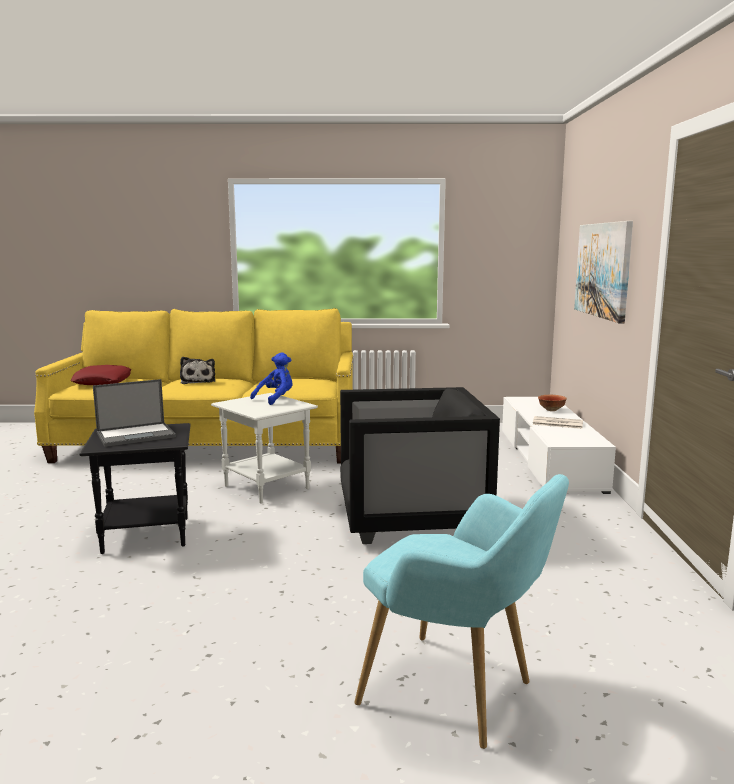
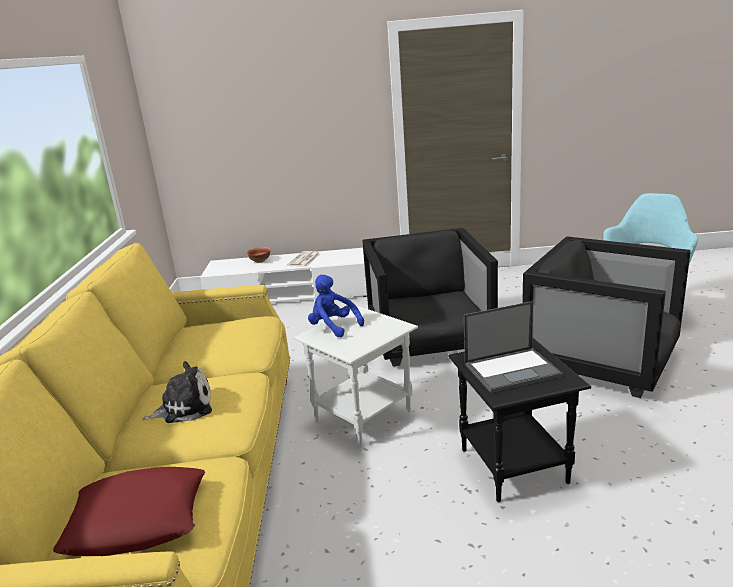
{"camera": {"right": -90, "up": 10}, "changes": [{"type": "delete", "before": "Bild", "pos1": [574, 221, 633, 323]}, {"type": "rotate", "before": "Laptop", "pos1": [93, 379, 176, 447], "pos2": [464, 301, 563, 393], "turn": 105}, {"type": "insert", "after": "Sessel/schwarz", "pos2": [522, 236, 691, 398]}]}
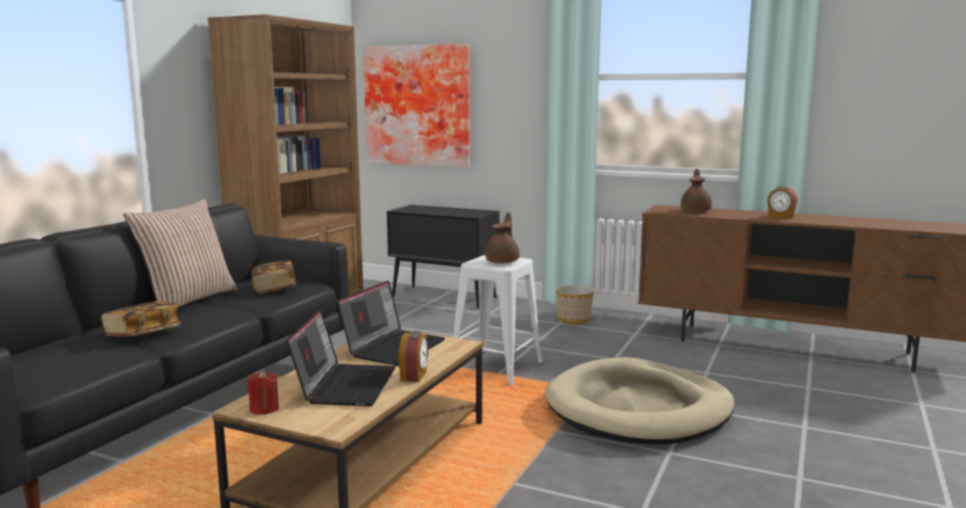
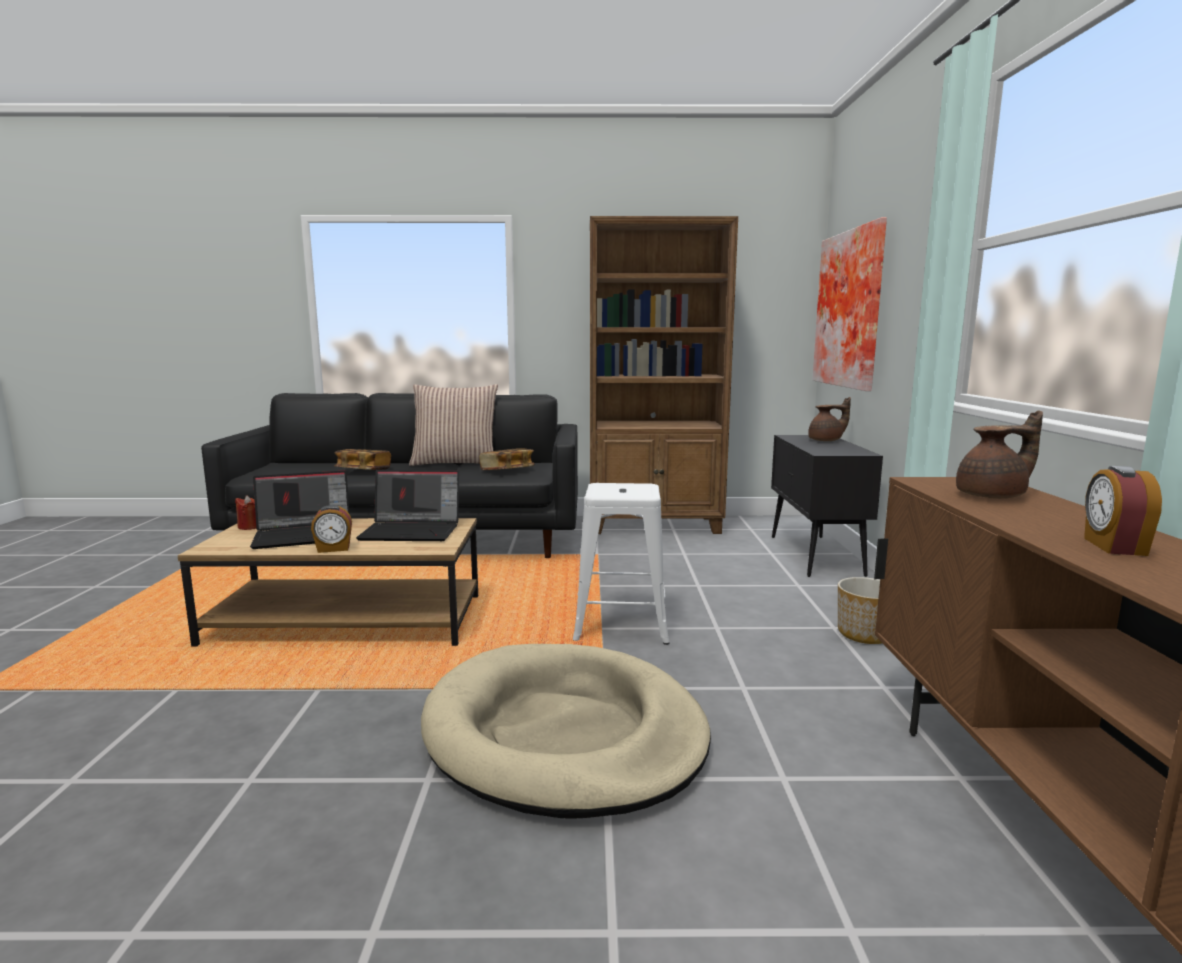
{"camera": {"right": 65, "up": 0}, "changes": [{"type": "move", "before": "Teekanne/braun", "pos1": [485, 212, 520, 264], "pos2": [808, 397, 851, 441]}]}
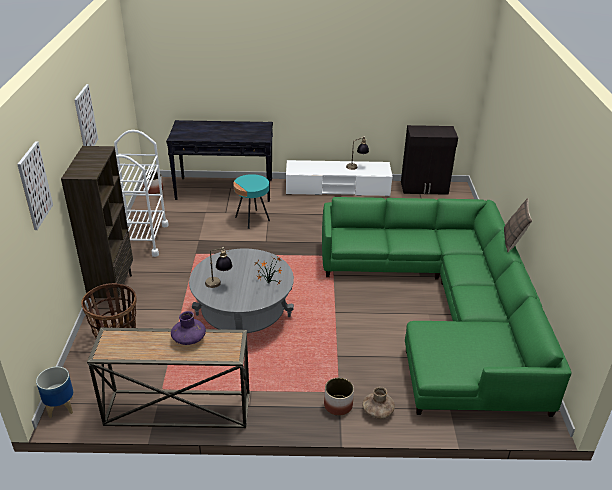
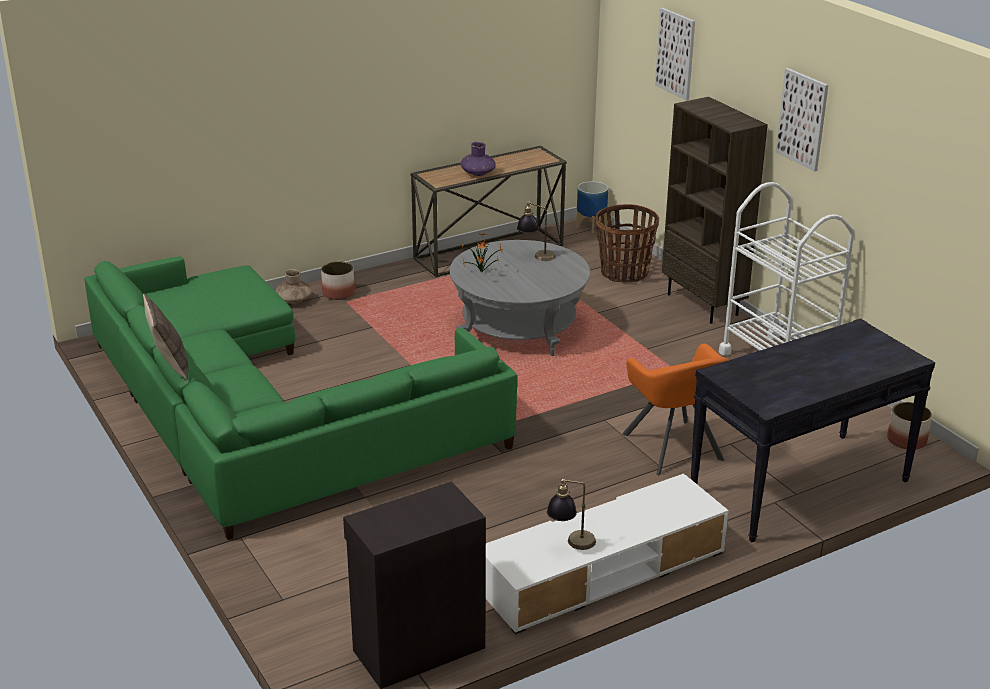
{"camera": {"right": 150, "up": -5}, "changes": [{"type": "replace", "before": "Beistelltisch/türkis", "after": "Sessel/orange", "pos1": [233, 174, 270, 229], "pos2": [622, 344, 729, 476]}]}
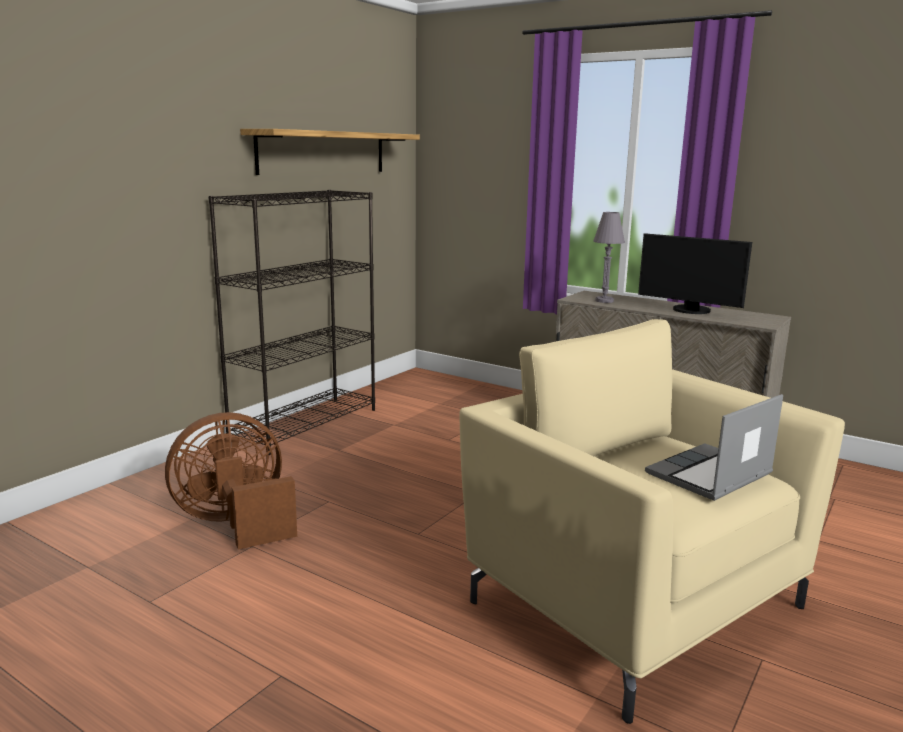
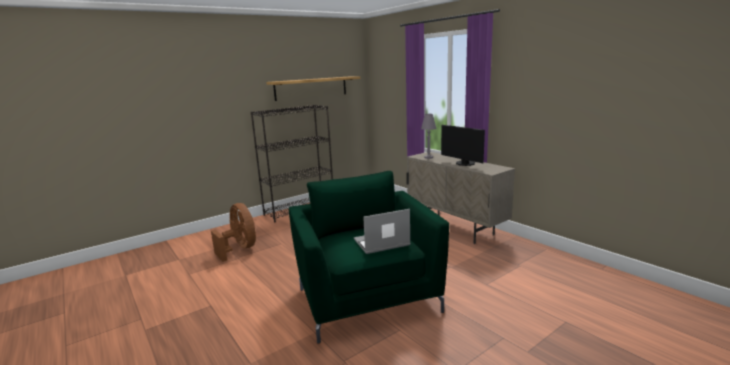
{"camera": {"right": 20, "up": 0}, "changes": [{"type": "recolor", "before": "Sessel/beige", "after": "Sessel/grün", "pos1": [459, 319, 845, 724], "pos2": [289, 171, 449, 344]}, {"type": "rotate", "before": "Ventilator/braun", "pos1": [165, 412, 297, 549], "pos2": [211, 203, 256, 262], "turn": 60}]}
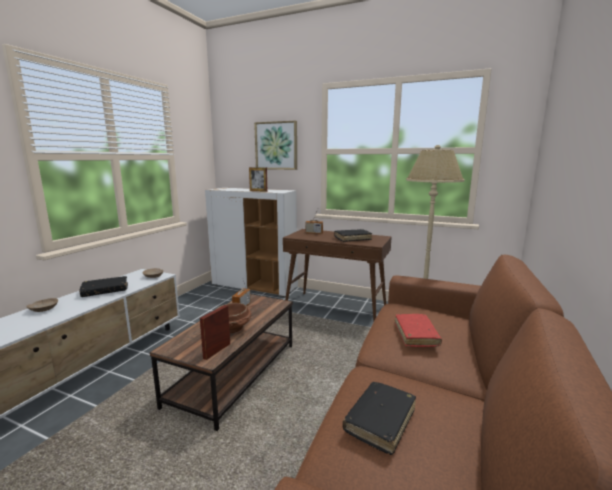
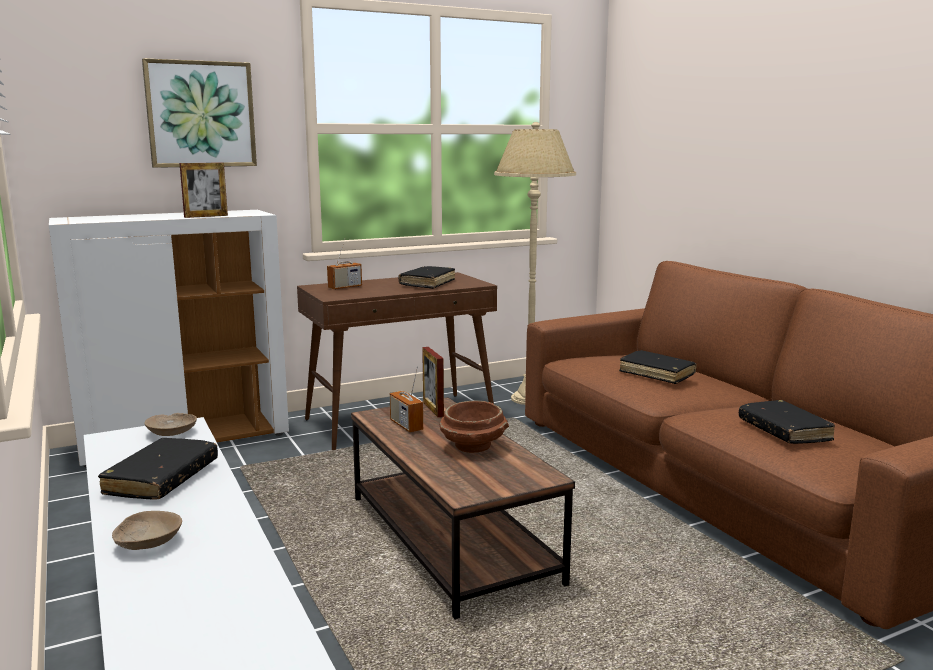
{"camera": {"right": -50, "up": 0}, "changes": [{"type": "move", "before": "Bilderrahmen", "pos1": [200, 305, 230, 360], "pos2": [422, 347, 444, 417]}, {"type": "recolor", "before": "Buch/rot", "after": "Buch/schwarz", "pos1": [395, 314, 442, 347], "pos2": [619, 350, 697, 384]}]}
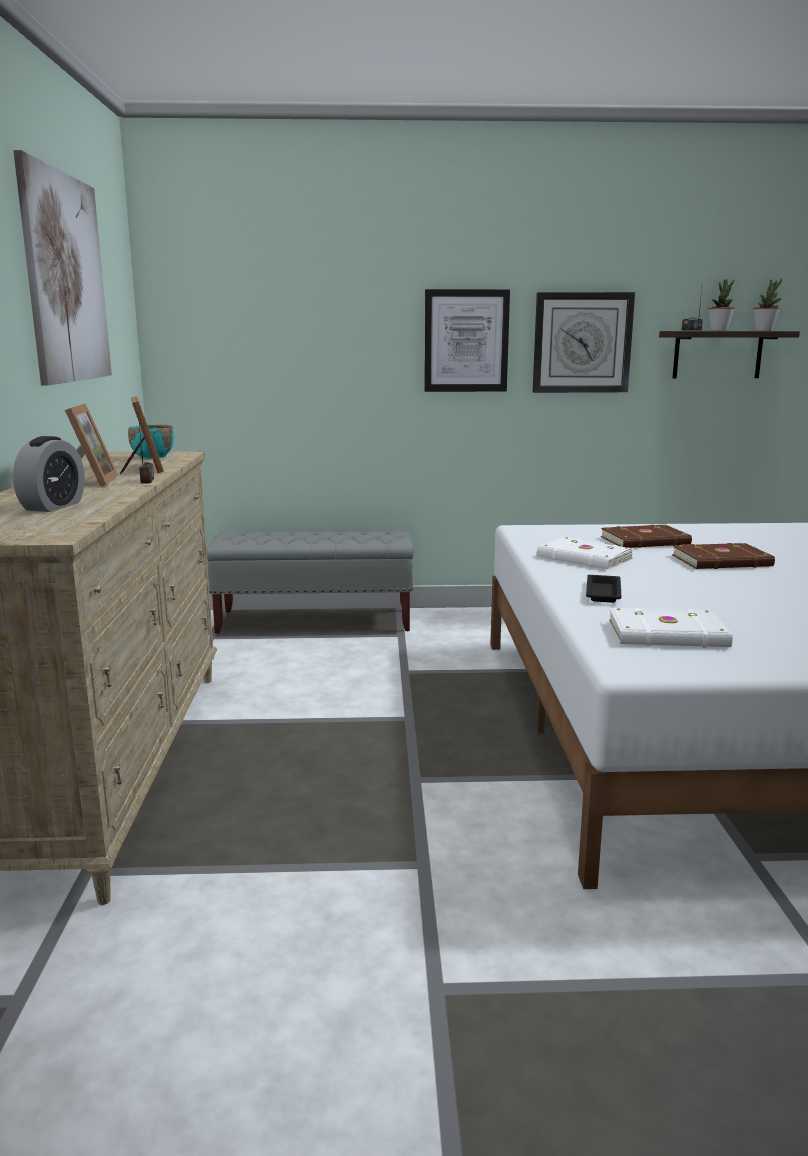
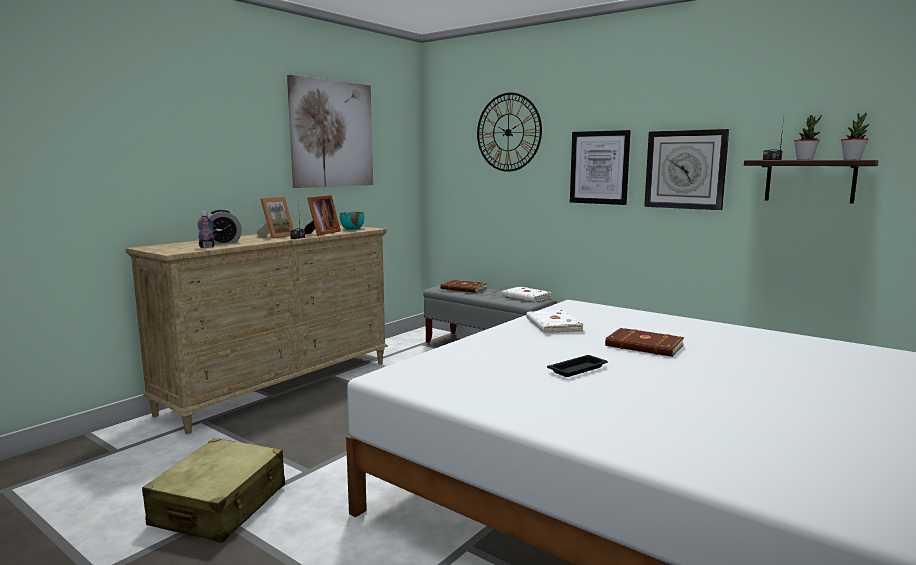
{"camera": {"right": 40, "up": -5}, "changes": [{"type": "move", "before": "Buch/braun", "pos1": [601, 524, 692, 548], "pos2": [440, 280, 487, 293]}, {"type": "move", "before": "Tablett/schwarz", "pos1": [586, 575, 621, 603], "pos2": [547, 355, 608, 377]}, {"type": "move", "before": "Buch/weiß", "pos1": [609, 608, 733, 647], "pos2": [501, 286, 552, 302]}, {"type": "insert", "after": "Wanduhr", "pos2": [477, 93, 542, 172]}, {"type": "insert", "after": "Flasche", "pos2": [197, 212, 215, 248]}, {"type": "insert", "after": "Koffer/beige", "pos2": [142, 438, 285, 543]}]}
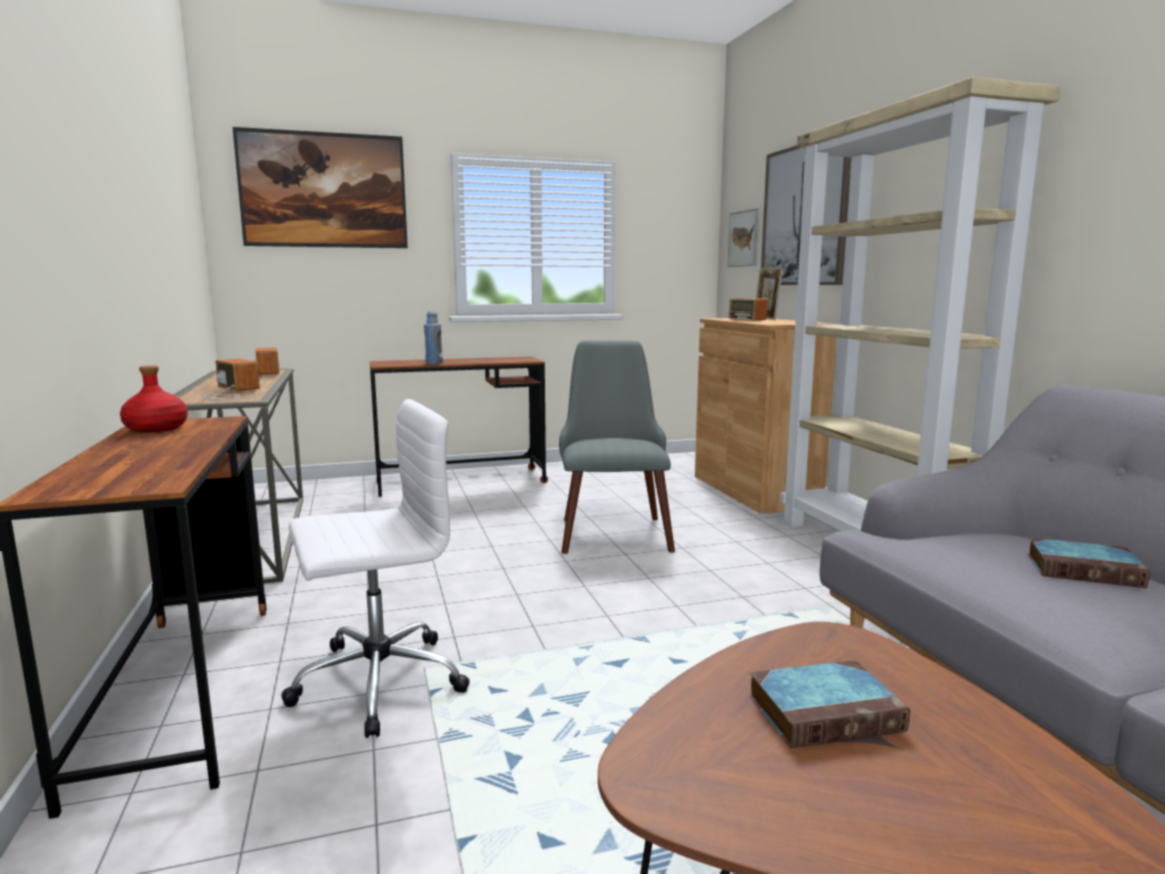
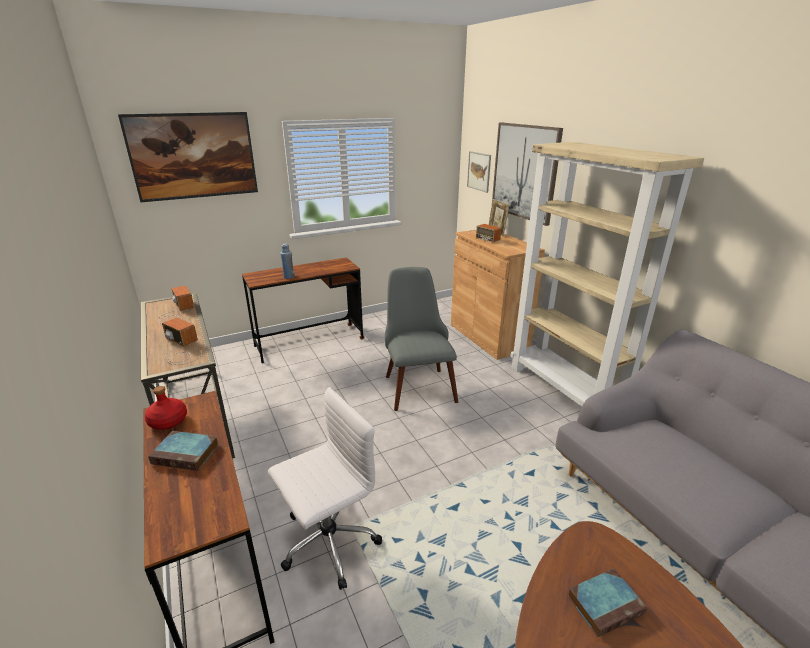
{"camera": {"right": -10, "up": 15}, "changes": [{"type": "move", "before": "Buch", "pos1": [1027, 537, 1150, 588], "pos2": [148, 431, 219, 471]}]}
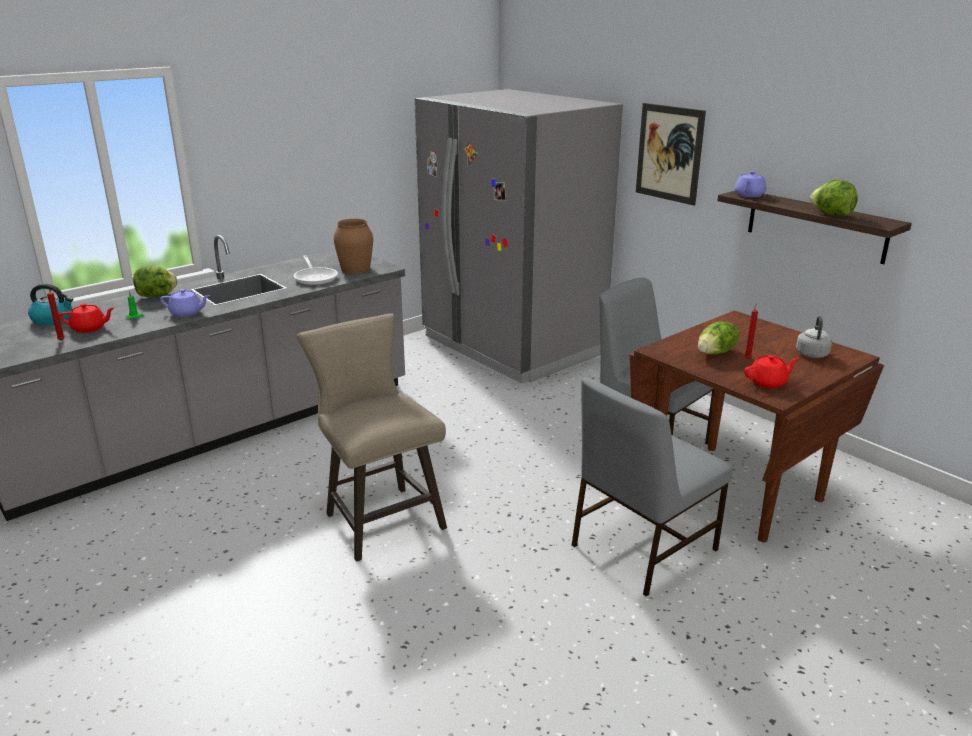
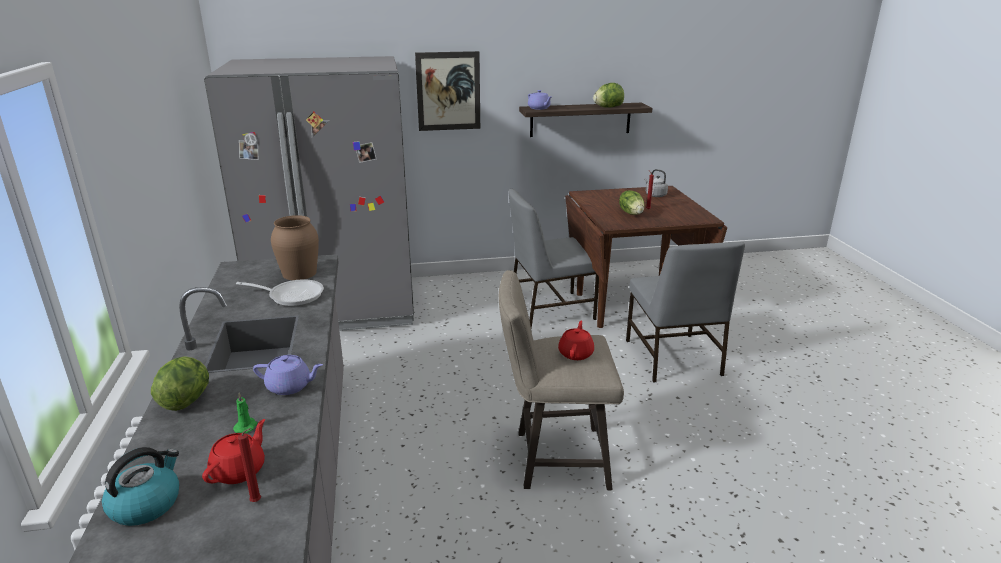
{"camera": {"right": -60, "up": 0}, "changes": [{"type": "rotate", "before": "Teekanne/lila", "pos1": [160, 289, 210, 317], "pos2": [253, 355, 323, 395], "turn": 60}, {"type": "move", "before": "Teekanne/rot", "pos1": [744, 355, 799, 388], "pos2": [558, 320, 594, 360]}]}
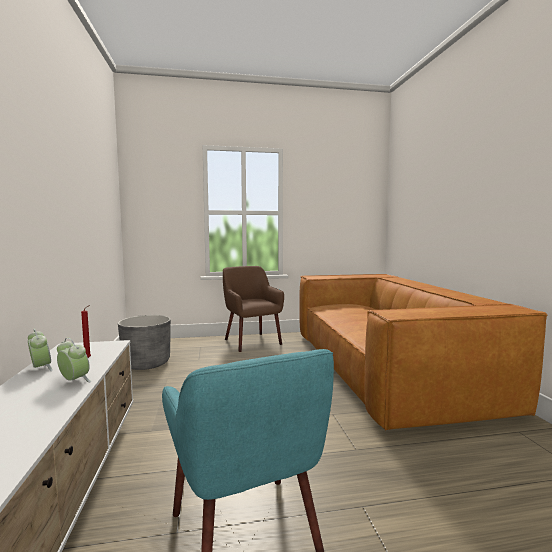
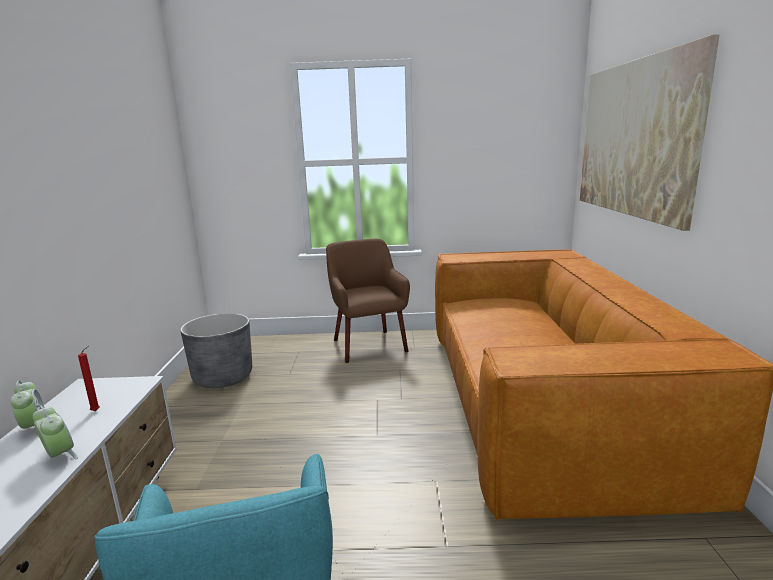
{"camera": {"right": 10, "up": 10}, "changes": [{"type": "insert", "after": "Bild", "pos2": [580, 34, 720, 231]}]}
